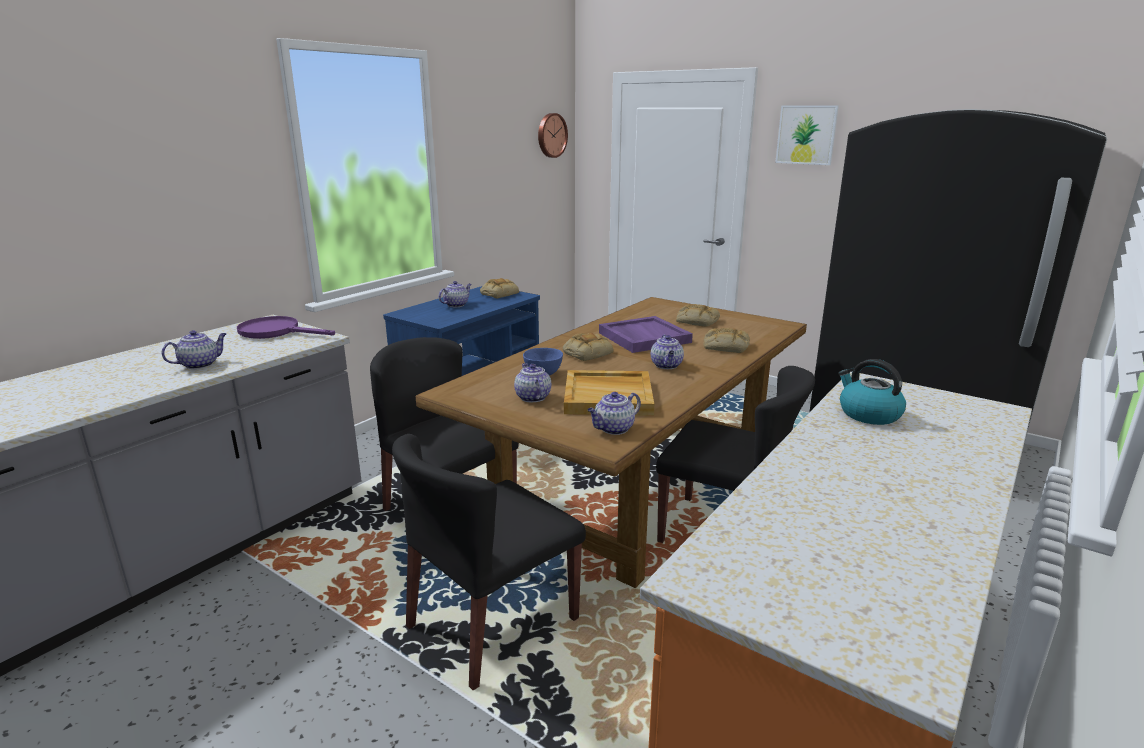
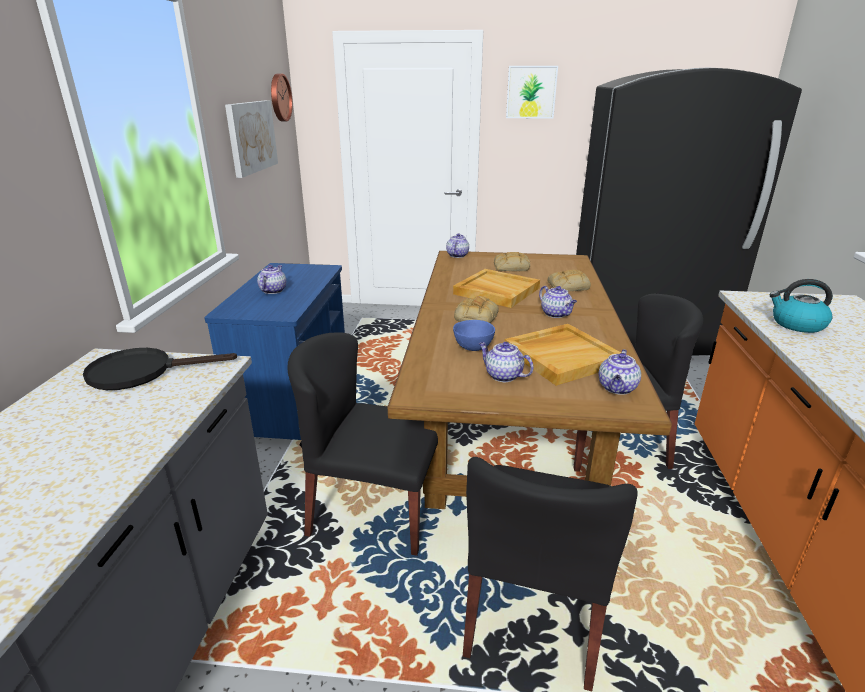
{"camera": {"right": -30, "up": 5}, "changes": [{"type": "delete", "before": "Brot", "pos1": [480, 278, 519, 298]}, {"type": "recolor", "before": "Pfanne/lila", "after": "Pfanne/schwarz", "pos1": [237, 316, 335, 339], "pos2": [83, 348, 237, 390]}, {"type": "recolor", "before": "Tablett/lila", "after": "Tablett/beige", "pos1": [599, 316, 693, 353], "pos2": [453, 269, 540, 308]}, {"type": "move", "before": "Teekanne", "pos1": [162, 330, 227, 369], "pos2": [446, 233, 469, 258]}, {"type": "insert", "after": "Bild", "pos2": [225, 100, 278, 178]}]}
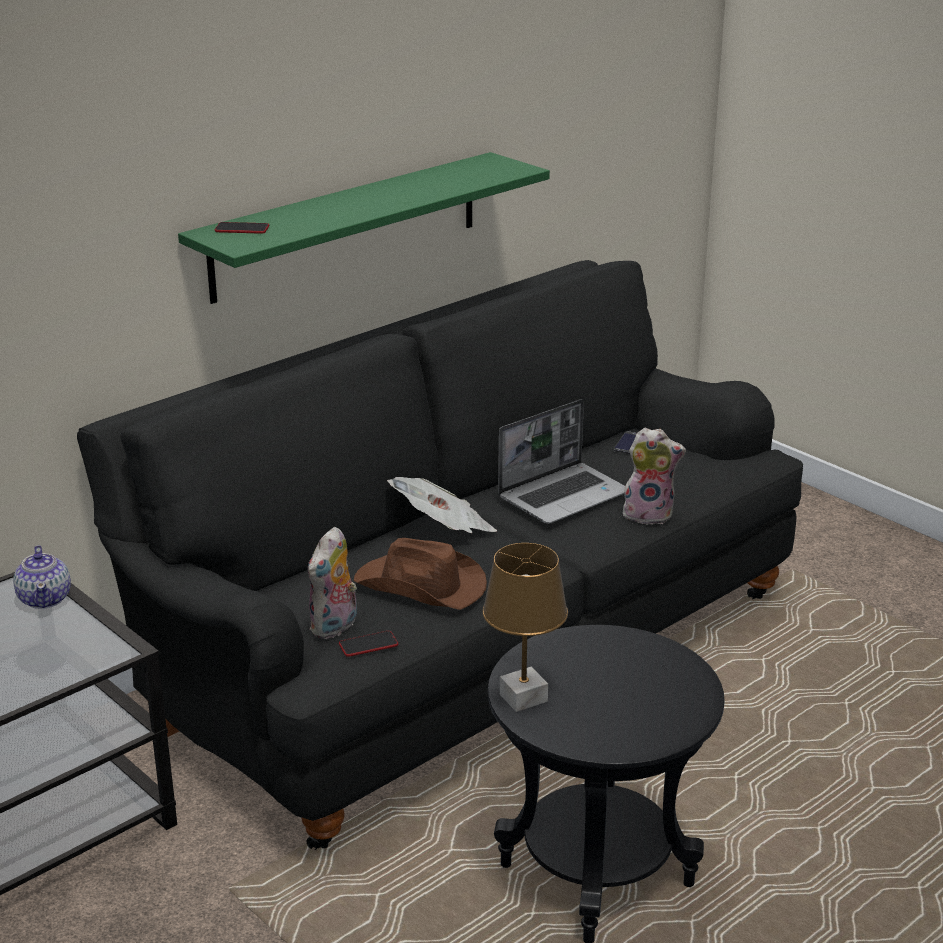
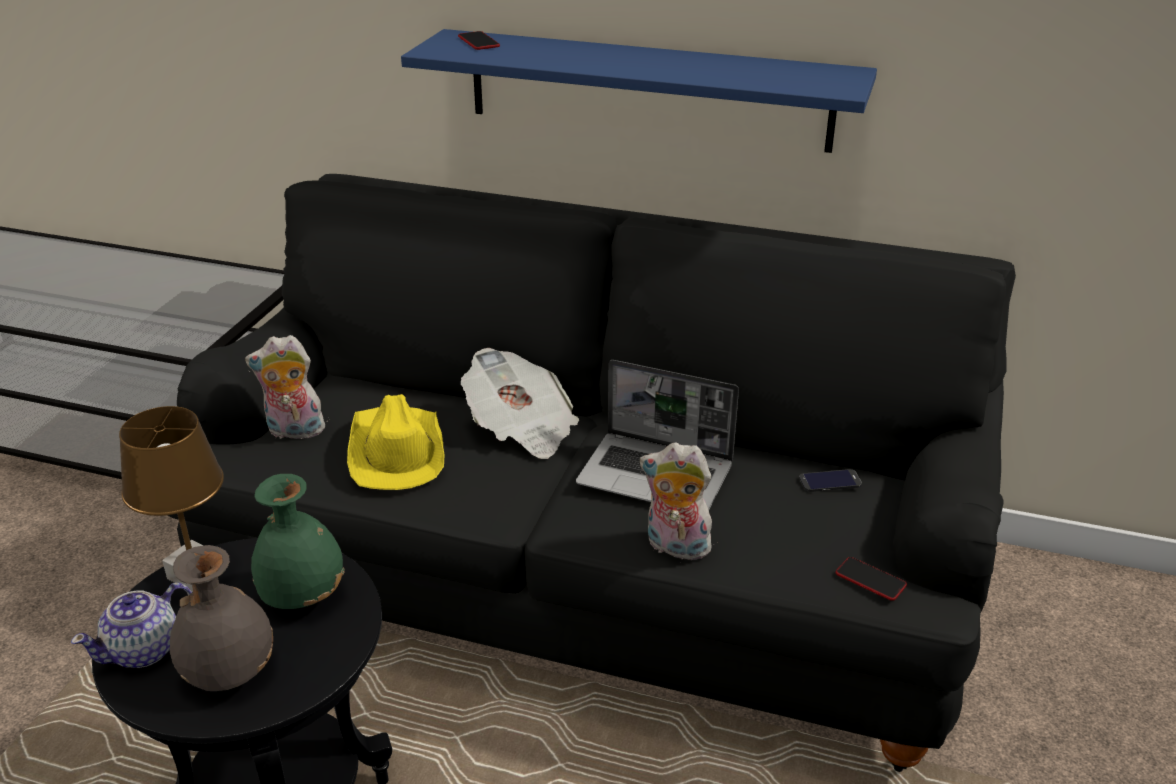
{"camera": {"right": 60, "up": 5}, "changes": [{"type": "recolor", "before": "Wandregal/grün", "after": "Wandregal/blau", "pos1": [178, 152, 550, 304], "pos2": [401, 29, 877, 153]}, {"type": "rotate", "before": "Plüschtier", "pos1": [623, 428, 686, 525], "pos2": [640, 442, 718, 560], "turn": 135}, {"type": "recolor", "before": "Hut/braun", "after": "Hut/gelb", "pos1": [354, 538, 487, 610], "pos2": [347, 394, 444, 490]}, {"type": "move", "before": "Teekanne", "pos1": [13, 545, 71, 609], "pos2": [71, 583, 192, 668]}, {"type": "move", "before": "Handy", "pos1": [339, 631, 398, 657], "pos2": [836, 557, 907, 601]}, {"type": "insert", "after": "Vase/grün", "pos2": [251, 474, 344, 609]}, {"type": "insert", "after": "Vase/grau", "pos2": [170, 545, 273, 691]}]}
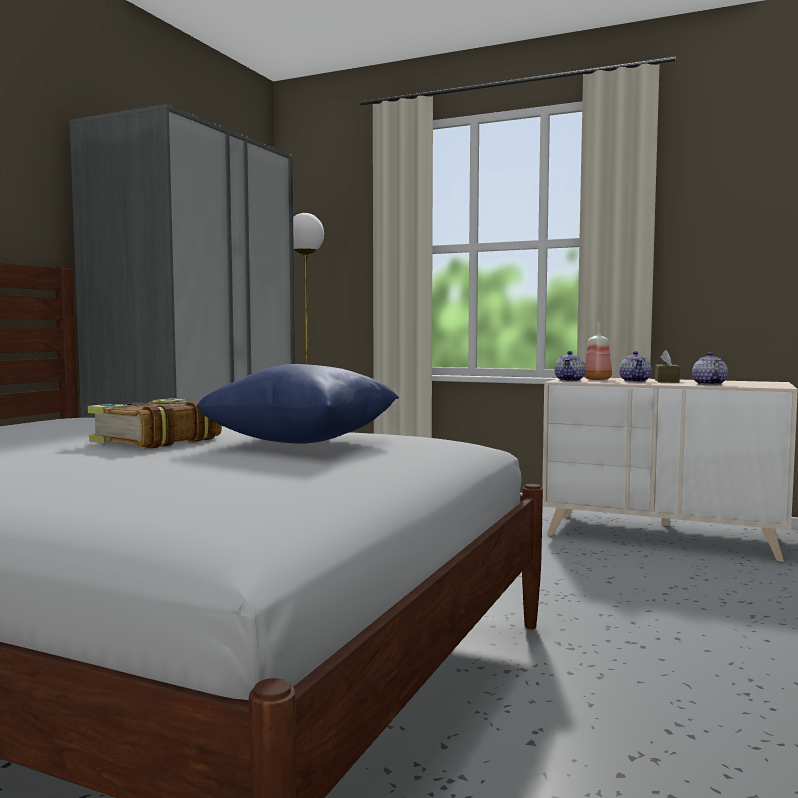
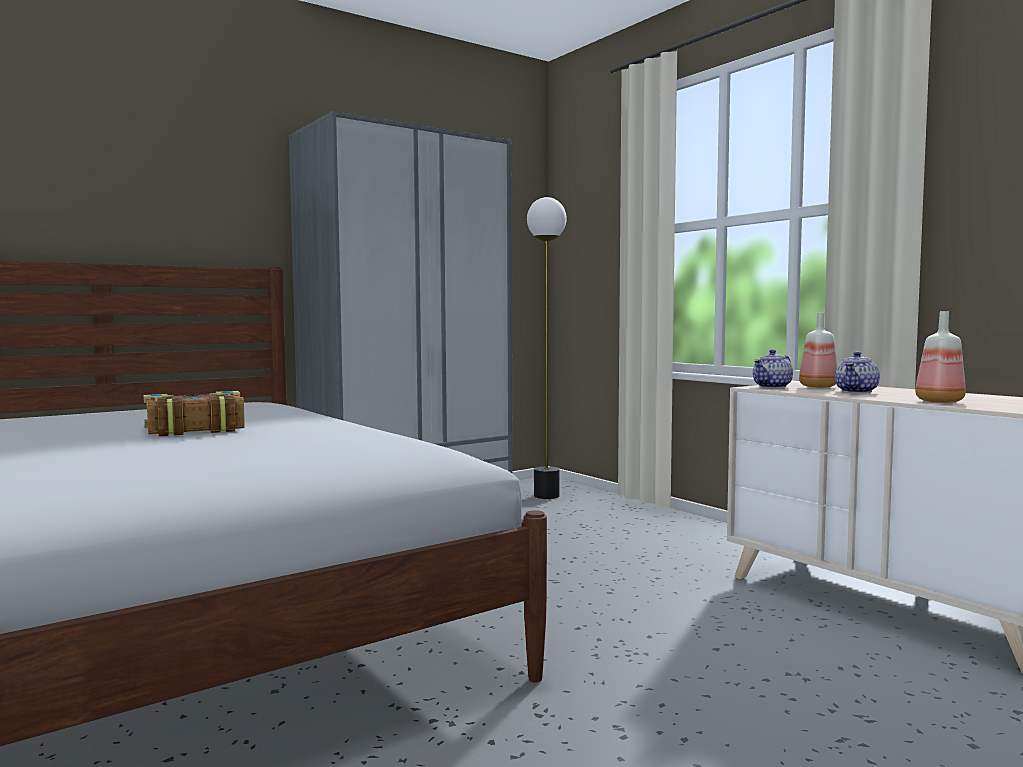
{"camera": {"right": 30, "up": 0}, "changes": [{"type": "delete", "before": "Taschentuchbox/braun", "pos1": [655, 350, 680, 383]}, {"type": "replace", "before": "Teekanne", "after": "Flasche", "pos1": [692, 353, 728, 385], "pos2": [915, 311, 966, 403]}, {"type": "delete", "before": "Kissen/blau", "pos1": [197, 364, 399, 444]}]}
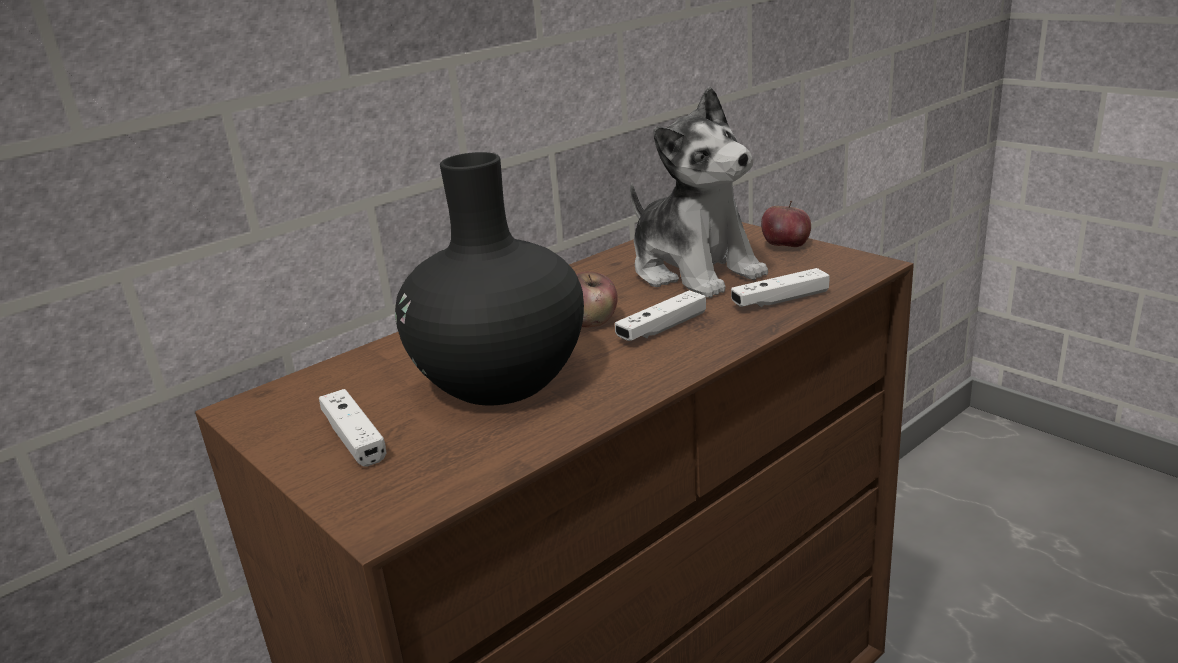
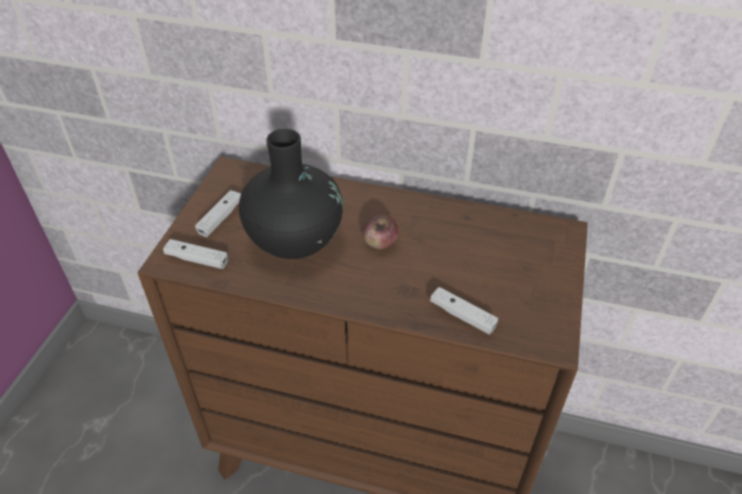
{"camera": {"right": 55, "up": 20}, "changes": [{"type": "delete", "before": "Plüschtier", "pos1": [630, 87, 768, 298]}, {"type": "delete", "before": "Apfel", "pos1": [761, 201, 811, 247]}, {"type": "move", "before": "Gamepad/weiß", "pos1": [615, 290, 706, 341], "pos2": [163, 239, 228, 269]}]}
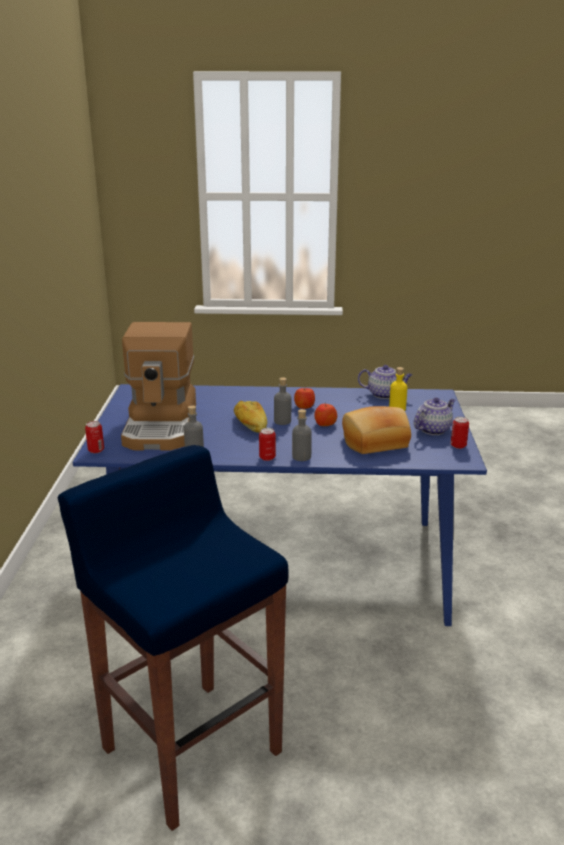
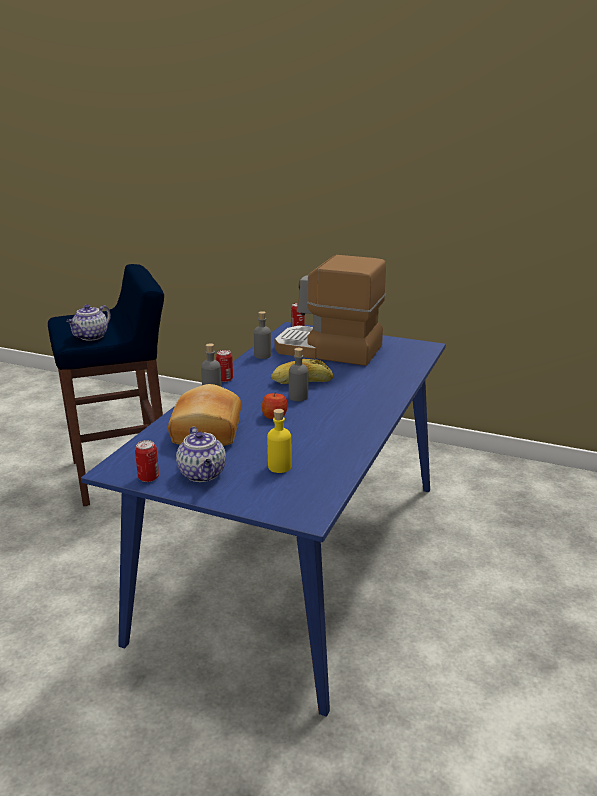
{"camera": {"right": 110, "up": 0}, "changes": [{"type": "move", "before": "Teekanne", "pos1": [358, 365, 412, 399], "pos2": [66, 304, 111, 341]}, {"type": "delete", "before": "Apfel", "pos1": [294, 387, 315, 409]}]}
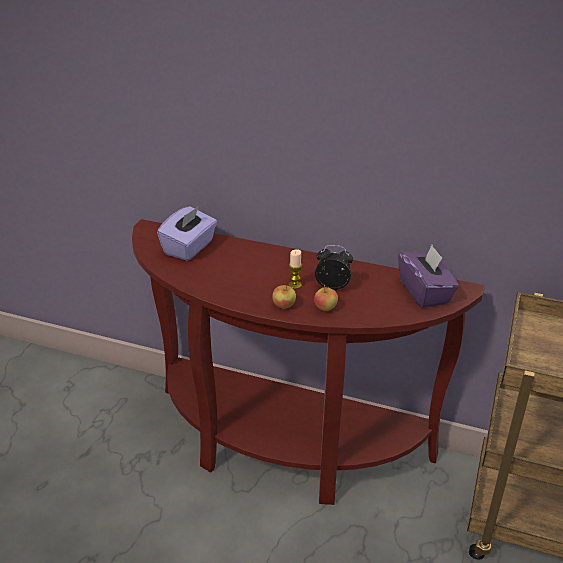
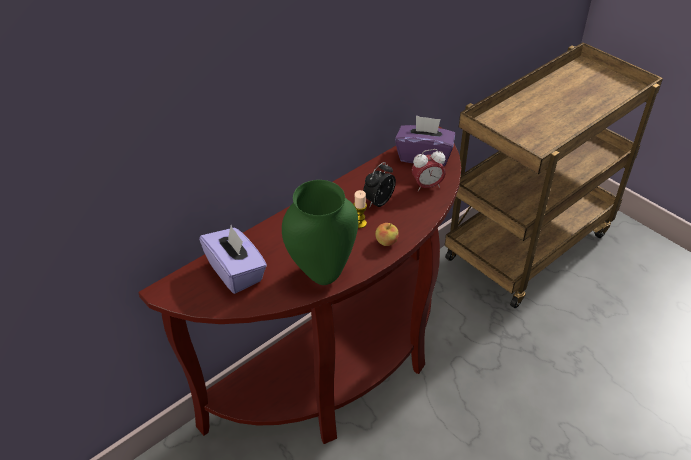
{"camera": {"right": -60, "up": 10}, "changes": [{"type": "delete", "before": "Apfel", "pos1": [314, 285, 338, 311]}, {"type": "insert", "after": "Wecker", "pos2": [412, 149, 446, 192]}, {"type": "insert", "after": "Vase/grün", "pos2": [282, 180, 358, 285]}]}
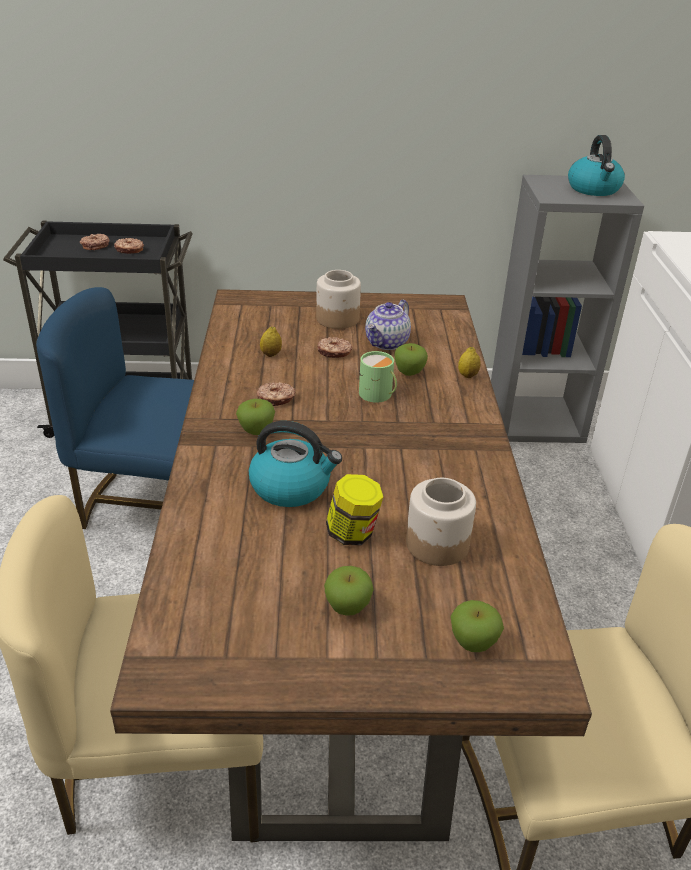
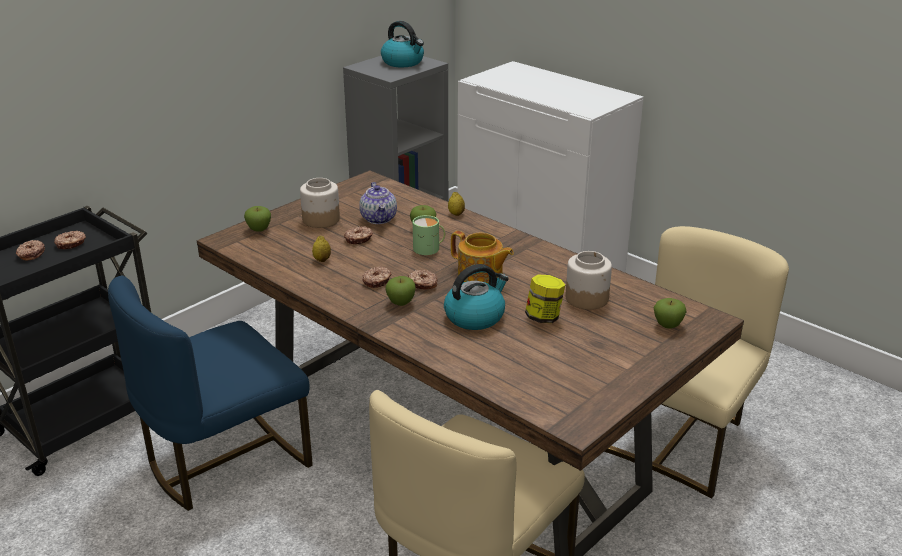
{"camera": {"right": -45, "up": -5}, "changes": [{"type": "move", "before": "Apfel", "pos1": [324, 566, 374, 615], "pos2": [244, 206, 271, 232]}, {"type": "insert", "after": "Teekanne", "pos2": [451, 231, 514, 283]}, {"type": "insert", "after": "Donut", "pos2": [408, 270, 438, 290]}]}
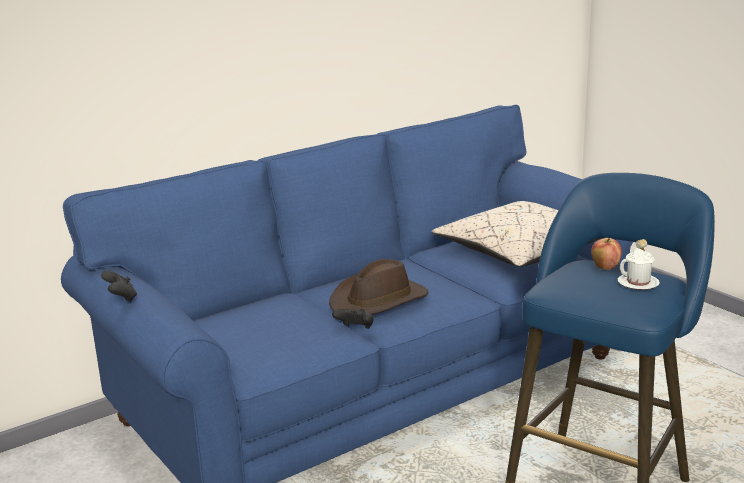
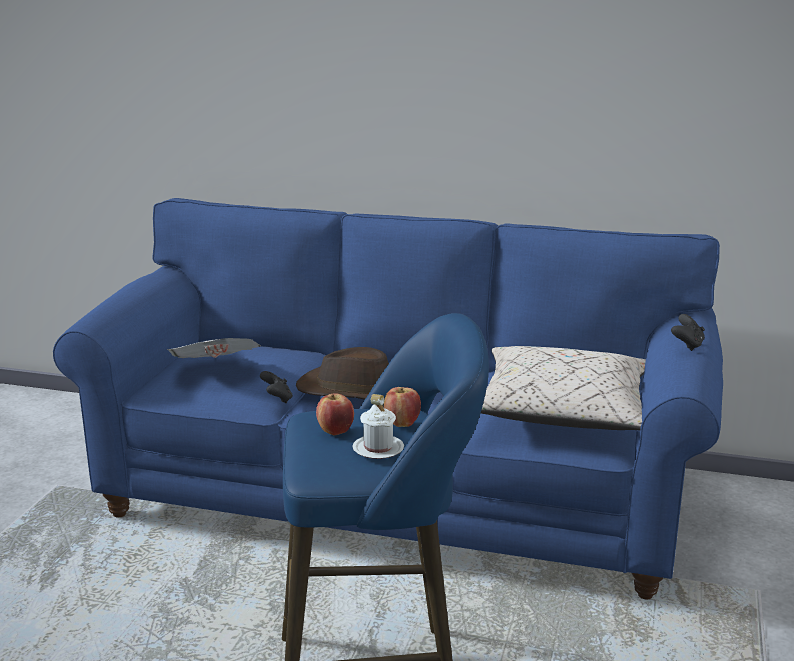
{"camera": {"right": 50, "up": 0}, "changes": [{"type": "move", "before": "Gamepad/schwarz", "pos1": [101, 271, 137, 302], "pos2": [671, 314, 705, 351]}, {"type": "insert", "after": "Zeitung", "pos2": [167, 338, 261, 358]}, {"type": "insert", "after": "Apfel", "pos2": [316, 393, 354, 435]}]}
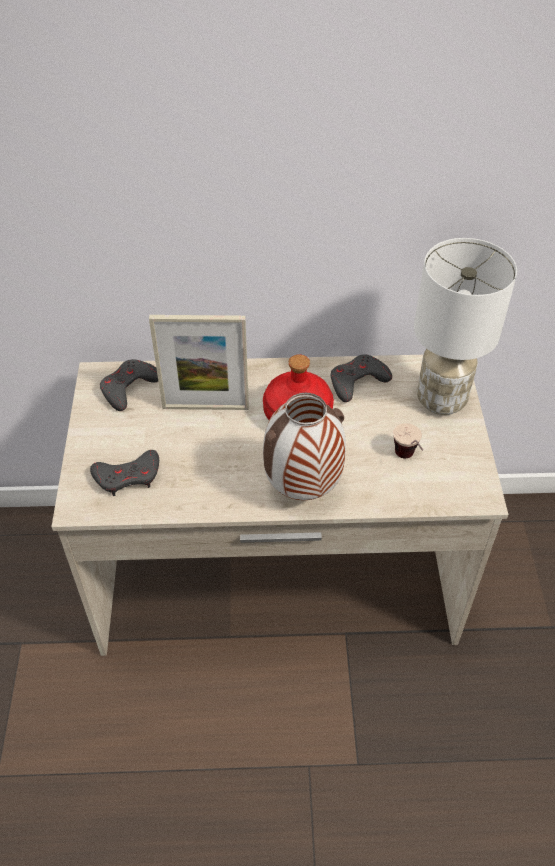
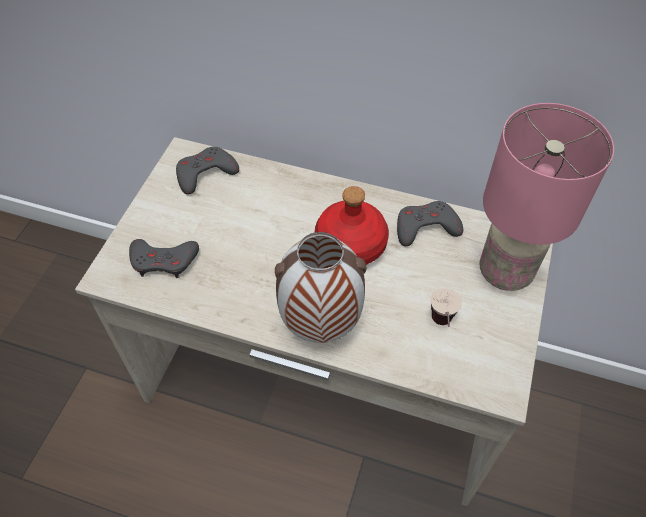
{"camera": {"right": 20, "up": 5}, "changes": [{"type": "recolor", "before": "Tischlampe/weiß", "after": "Tischlampe/rosa", "pos1": [414, 238, 517, 415], "pos2": [480, 103, 614, 291]}, {"type": "delete", "before": "Bilderrahmen", "pos1": [149, 315, 249, 410]}]}
